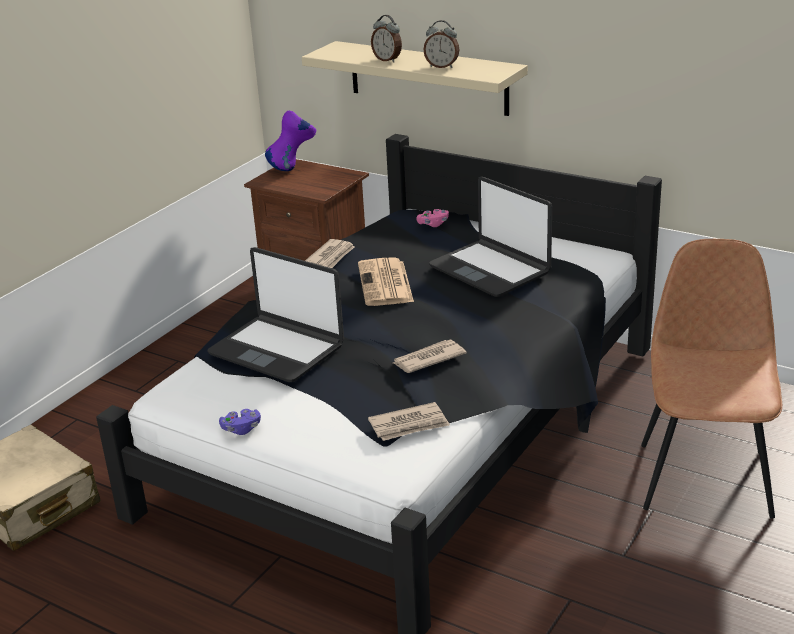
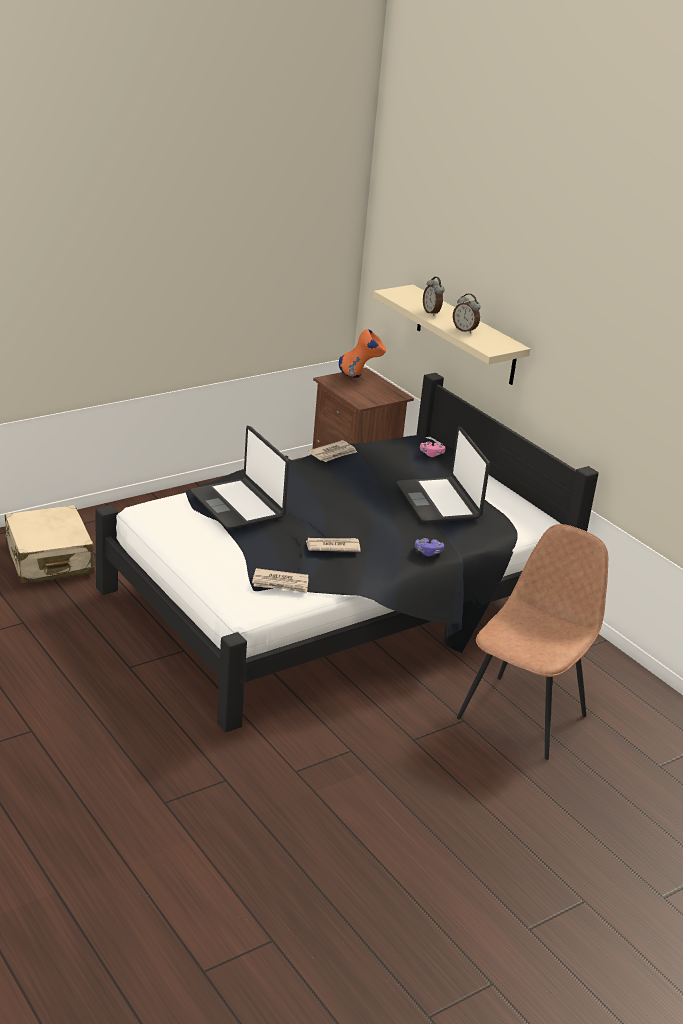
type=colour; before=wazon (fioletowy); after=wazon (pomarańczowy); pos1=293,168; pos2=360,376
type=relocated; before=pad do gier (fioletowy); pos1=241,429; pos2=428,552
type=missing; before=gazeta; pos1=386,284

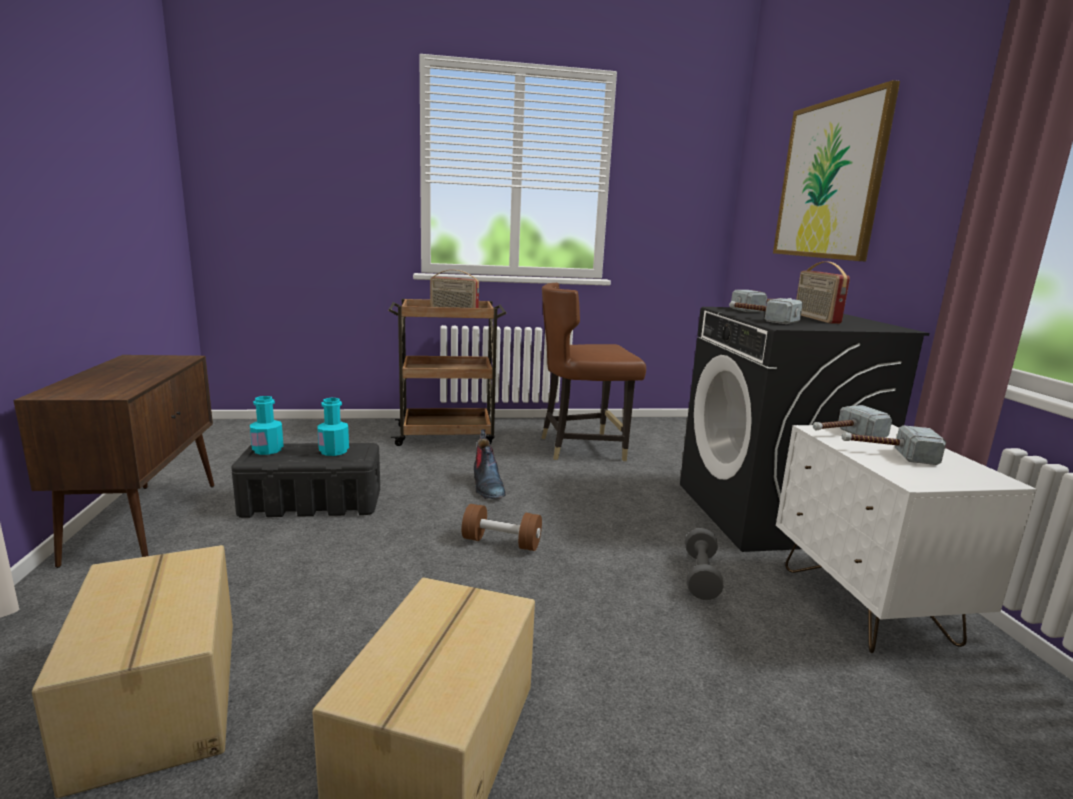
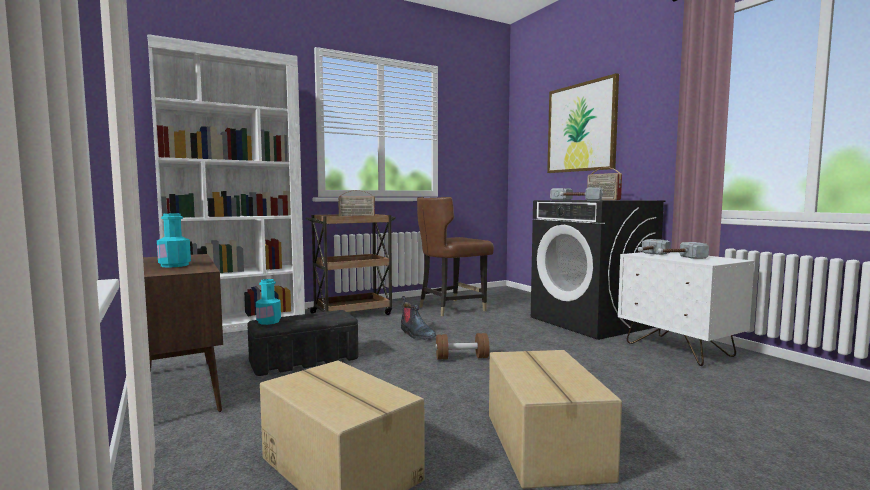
type=appeared; after=regał (biały); pos2=237,324
type=relocated; before=butelka (turkusowy); pos1=334,451; pos2=174,265
type=missing; before=hantel (szary); pos1=701,576

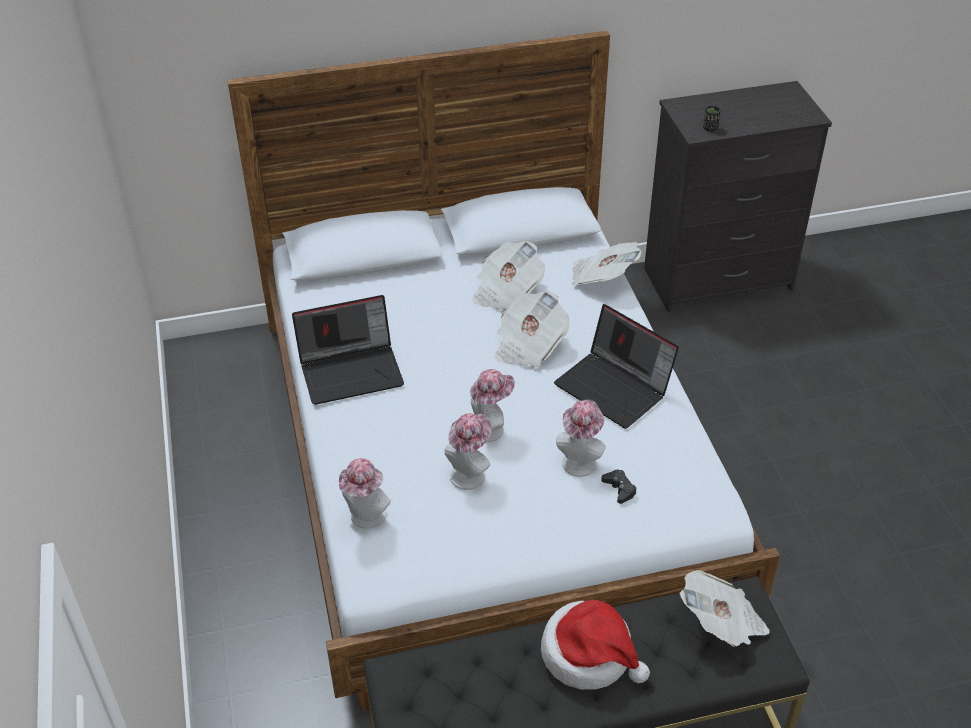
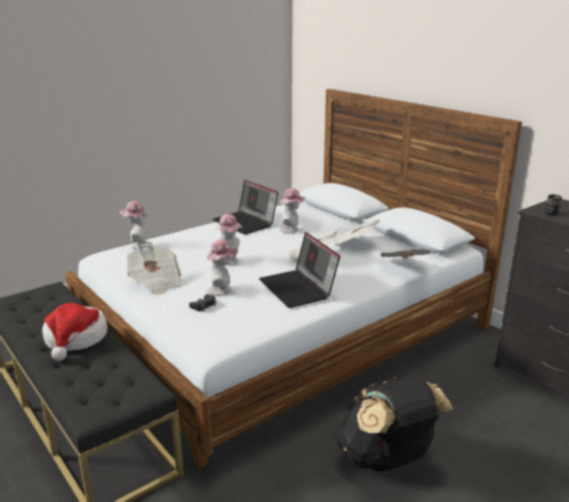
type=relocated; before=gazeta; pos1=722,624; pos2=155,283
type=spun; before=laptop; pos1=615,388; pos2=299,289; turn=-45
type=relocated; before=kapelusz; pos1=470,473; pos2=291,229
type=appeared; after=plecak (czarny); pos2=387,459

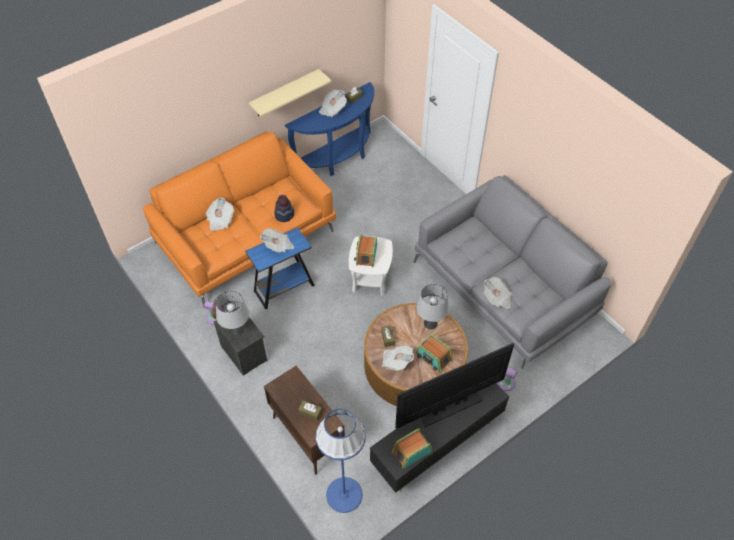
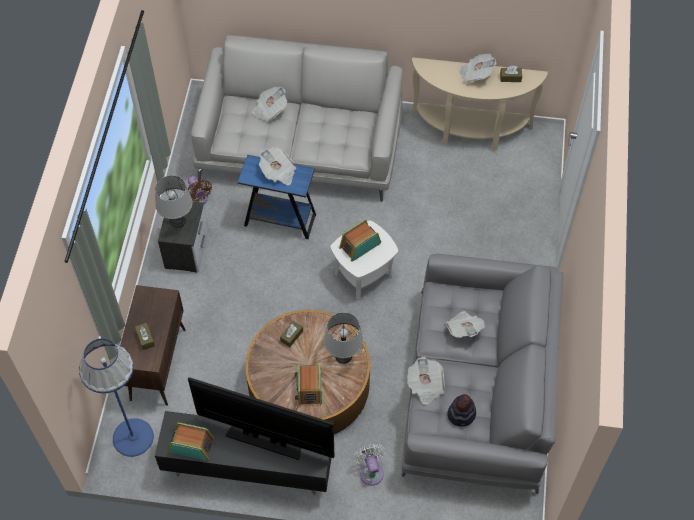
type=colour; before=kanapa (pomarańczowy); after=kanapa (szary); pos1=246,236; pos2=301,145
type=colour; before=stolik konsolowy (niebieski); after=stolik konsolowy (beżowy); pos1=338,158; pos2=470,132
type=relocated; before=gazeta; pos1=396,361; pos2=464,329
type=relocated; before=kapelusz; pos1=284,214; pos2=461,414
type=missing; before=półka (beżowy); pos1=285,93

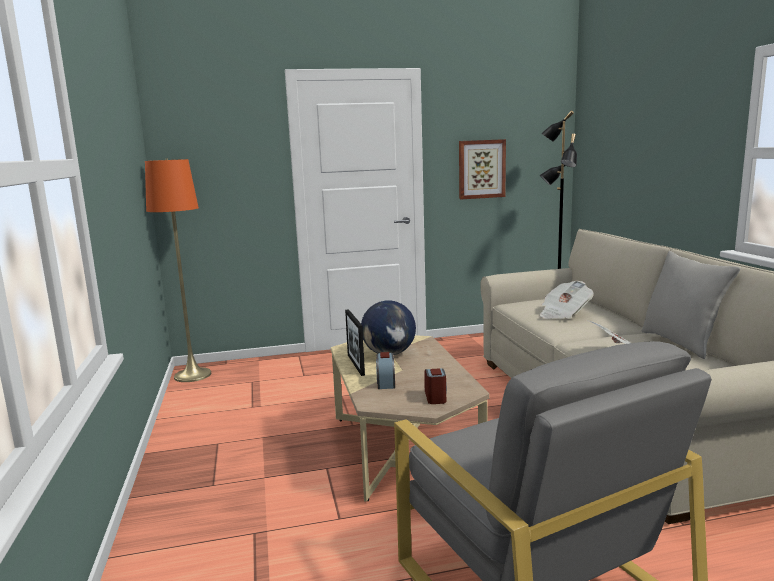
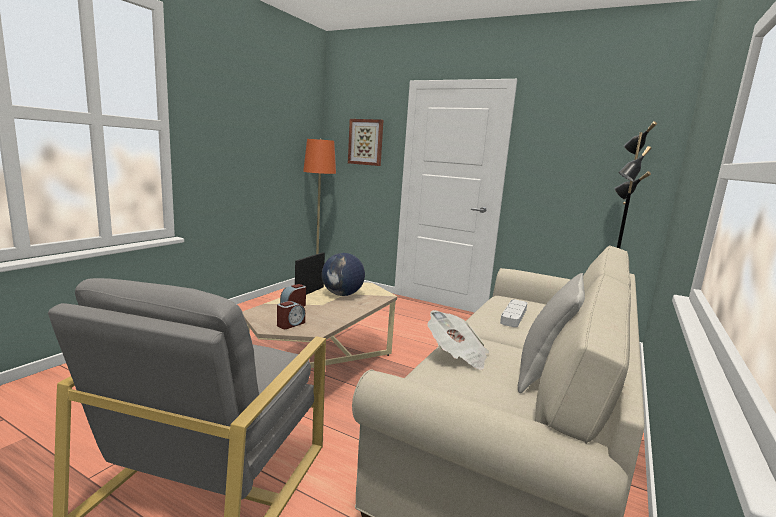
type=relocated; before=obraz; pos1=481,169; pos2=366,142
type=exchanged; before=gazeta; after=taca (szary); pos1=563,314; pos2=513,316

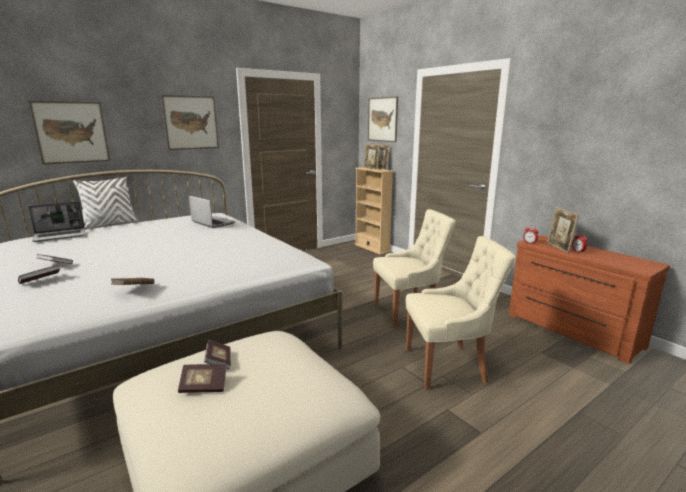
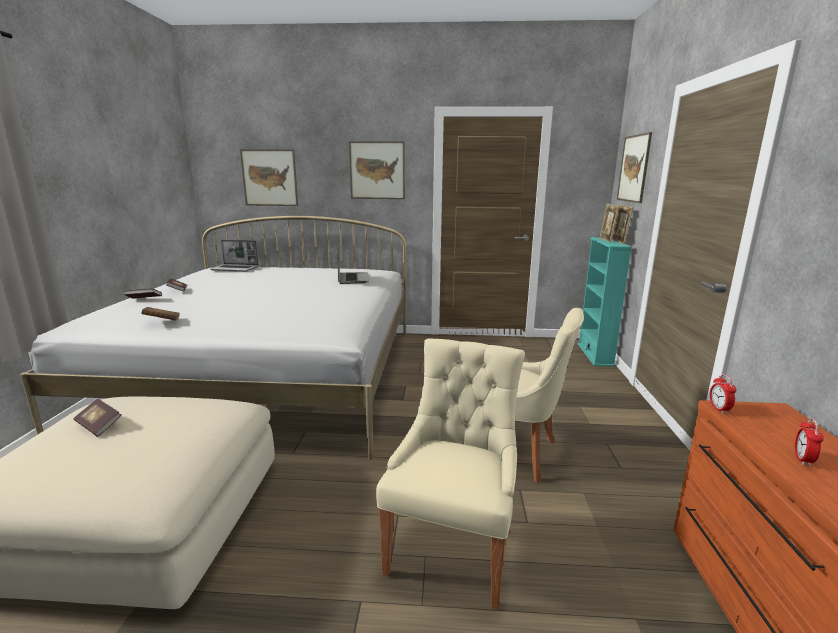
type=spun; before=krzesło (beżowy); pos1=448,365; pos2=453,548; turn=-105
type=colour; before=regał (beżowy); after=regał (turkusowy); pos1=372,248; pos2=595,355
type=missing; before=poduszka (biały); pos1=110,224
type=missing; before=książka; pos1=219,361
type=missing; before=ramka na zdjęcie; pos1=559,247

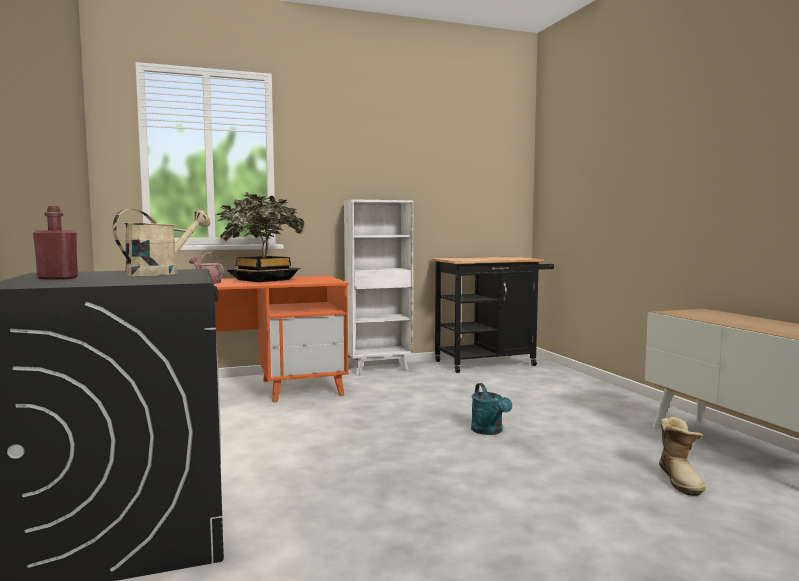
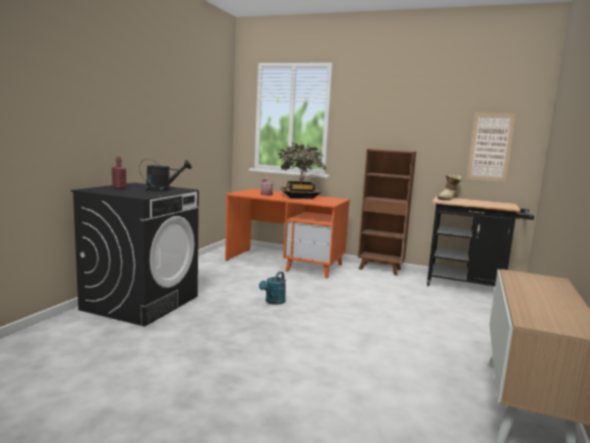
type=colour; before=konewka (beżowy); after=konewka (czarny); pos1=160,273; pos2=163,190
type=relocated; before=konewka (turkusowy); pos1=489,431; pos2=273,302
type=colour; before=regał (biały); after=regał (brązowy); pos1=379,369; pos2=380,269
type=relocated; before=but z cholewką; pos1=681,480; pos2=448,199
type=appeared; after=obraz; pos2=490,147

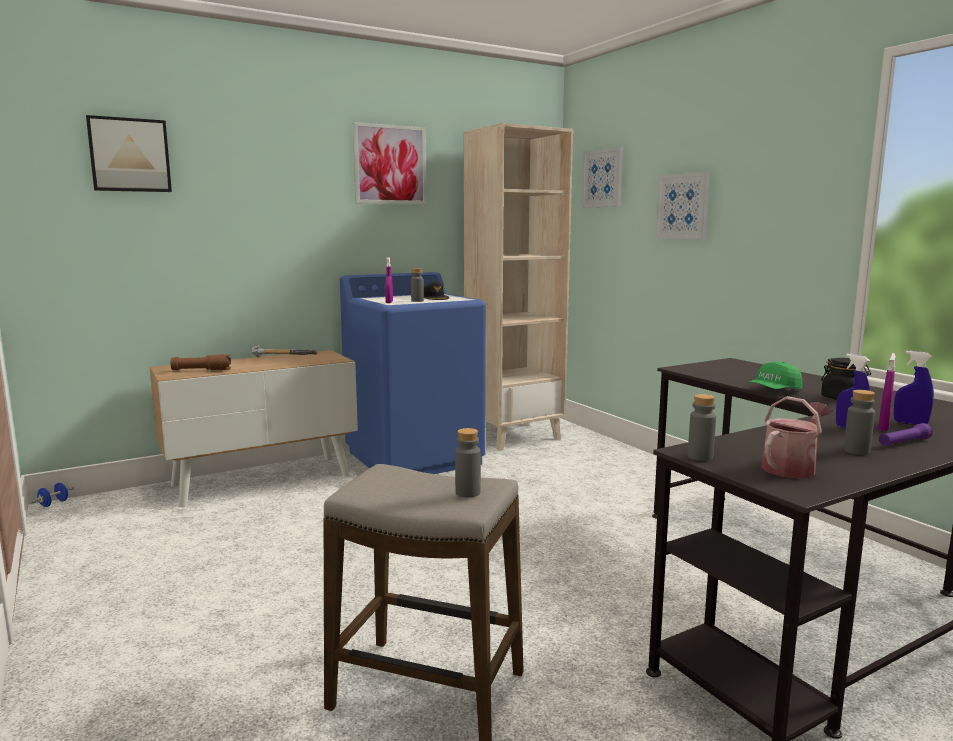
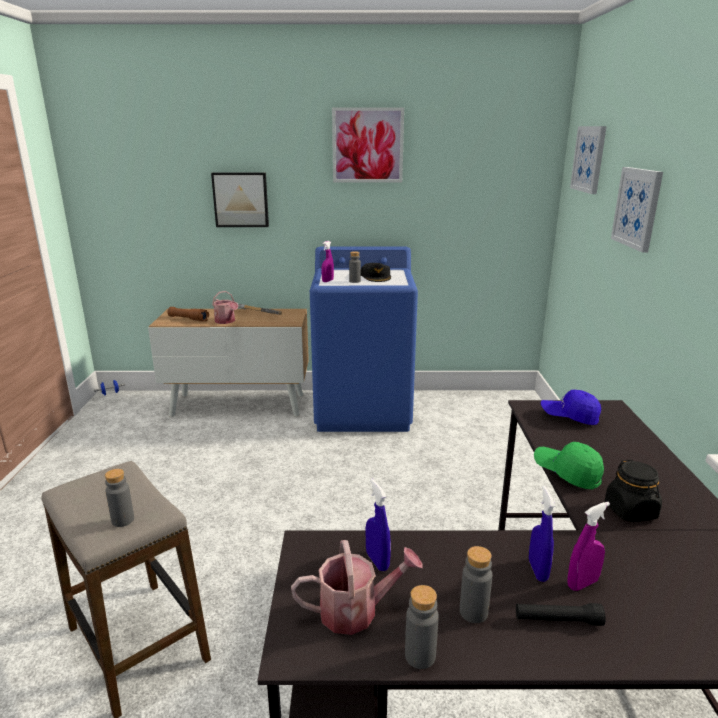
type=relocated; before=obraz; pos1=129,155; pos2=241,199
type=appeared; after=konewka; pos2=226,321
type=relocated; before=spryskiwacz (niebieski); pos1=910,423; pos2=377,561
type=relocated; before=butelka (szary); pos1=700,457; pos2=420,656
type=colour; before=latarka (fioletowy); after=latarka (czarny); pos1=903,443; pos2=558,620
type=spun; before=czapka z daszkiem (zielony); pos1=773,391; pos2=567,473; turn=45
type=appeared; after=czapka z daszkiem (niebieski); pos2=569,417
type=missing; before=regał (beżowy); pos1=514,436

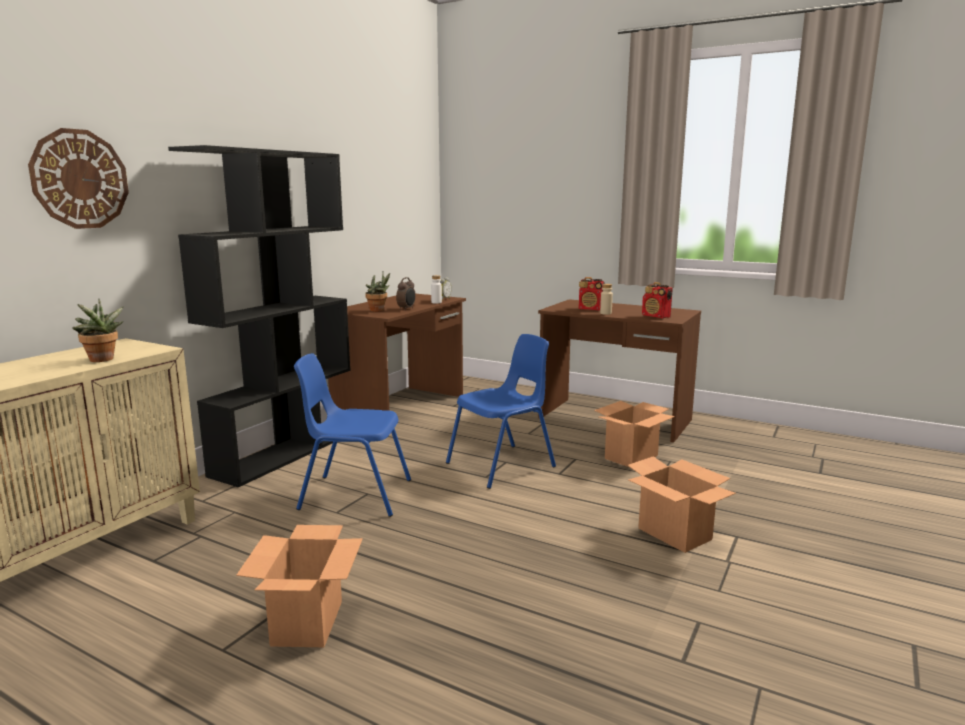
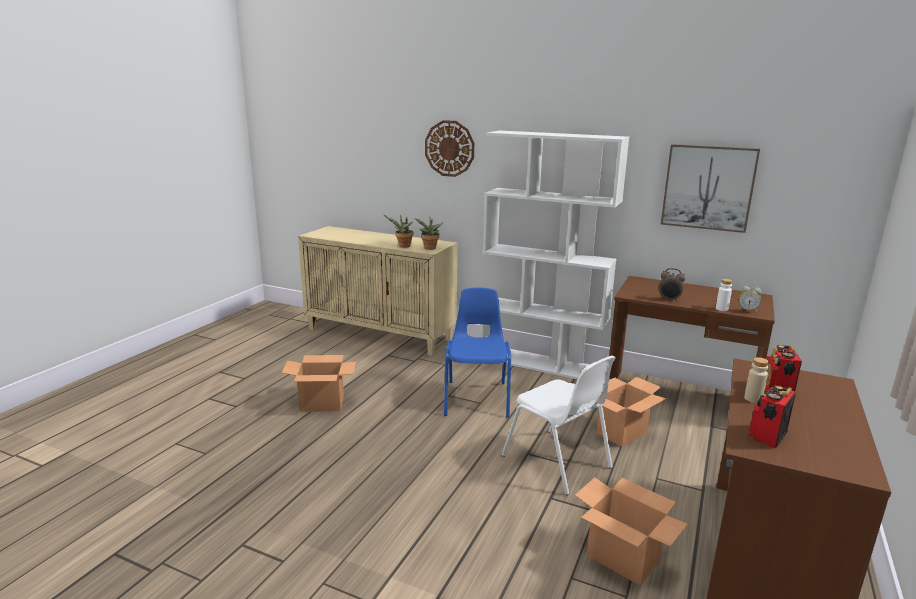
type=relocated; before=roślina doniczkowa; pos1=379,310; pos2=429,248
type=colour; before=regał (czarny); after=regał (biały); pos1=285,453; pos2=542,363
type=colour; before=krzesło (niebieski); after=krzesło (biały); pos1=503,465; pos2=557,462
type=relocated; before=karton; pos1=675,534; pos2=622,433
type=appeared; after=obraz; pos2=708,187

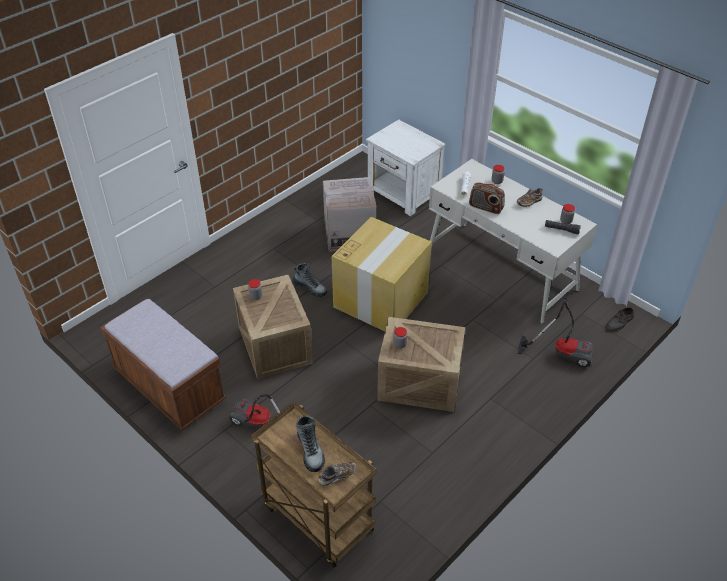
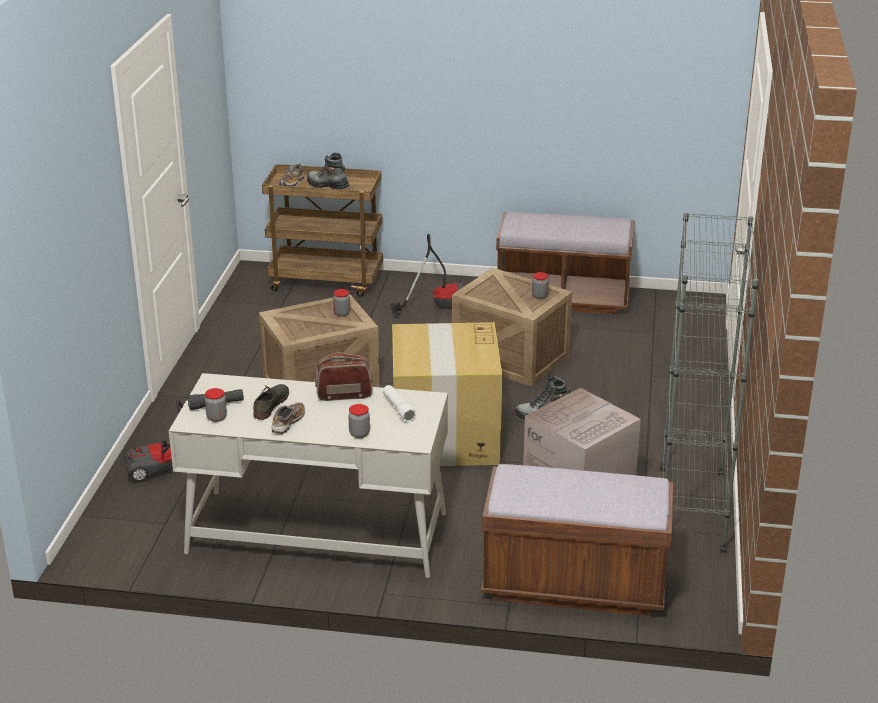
type=relocated; before=but (szary); pos1=619,323; pos2=270,404
type=exchanged; before=szafka nocna (biały); after=ławka (brązowy); pos1=404,194; pos2=574,584
type=appeared; after=regał (szary); pos2=691,508

